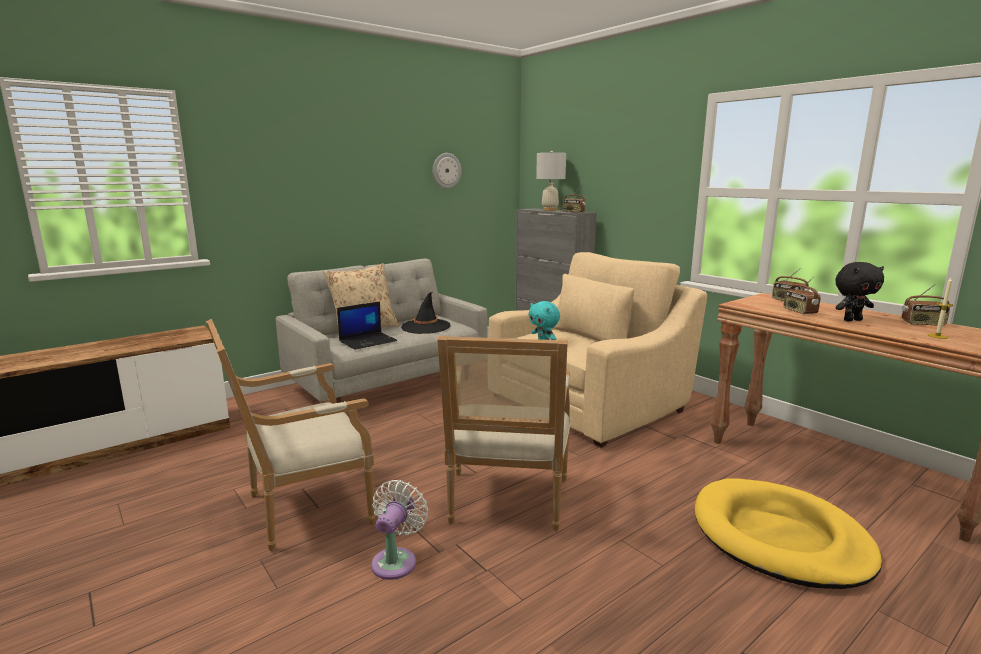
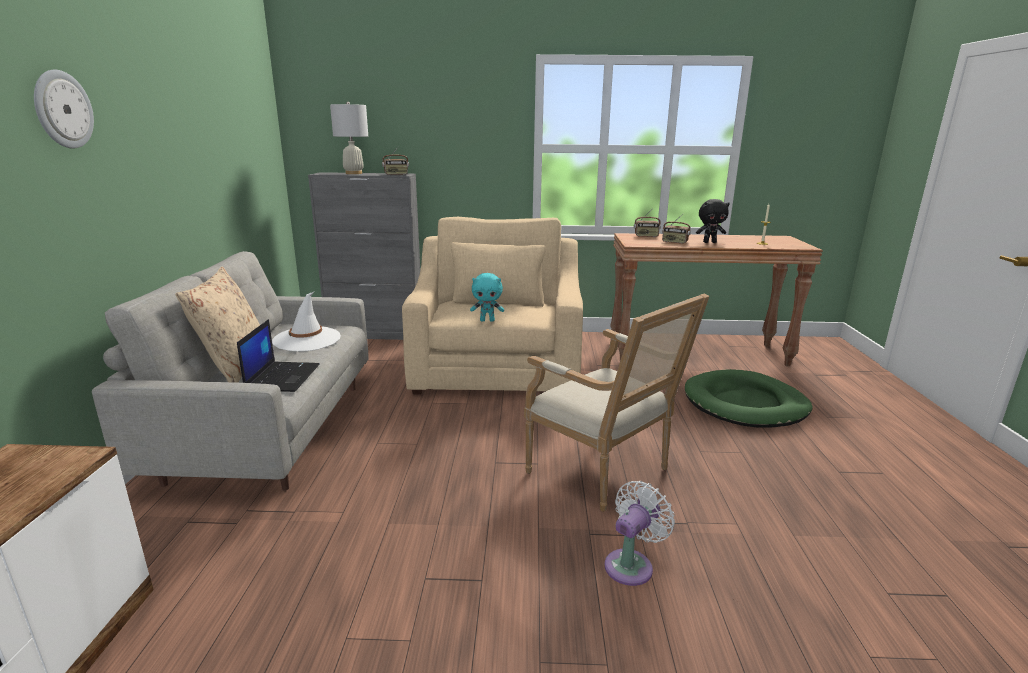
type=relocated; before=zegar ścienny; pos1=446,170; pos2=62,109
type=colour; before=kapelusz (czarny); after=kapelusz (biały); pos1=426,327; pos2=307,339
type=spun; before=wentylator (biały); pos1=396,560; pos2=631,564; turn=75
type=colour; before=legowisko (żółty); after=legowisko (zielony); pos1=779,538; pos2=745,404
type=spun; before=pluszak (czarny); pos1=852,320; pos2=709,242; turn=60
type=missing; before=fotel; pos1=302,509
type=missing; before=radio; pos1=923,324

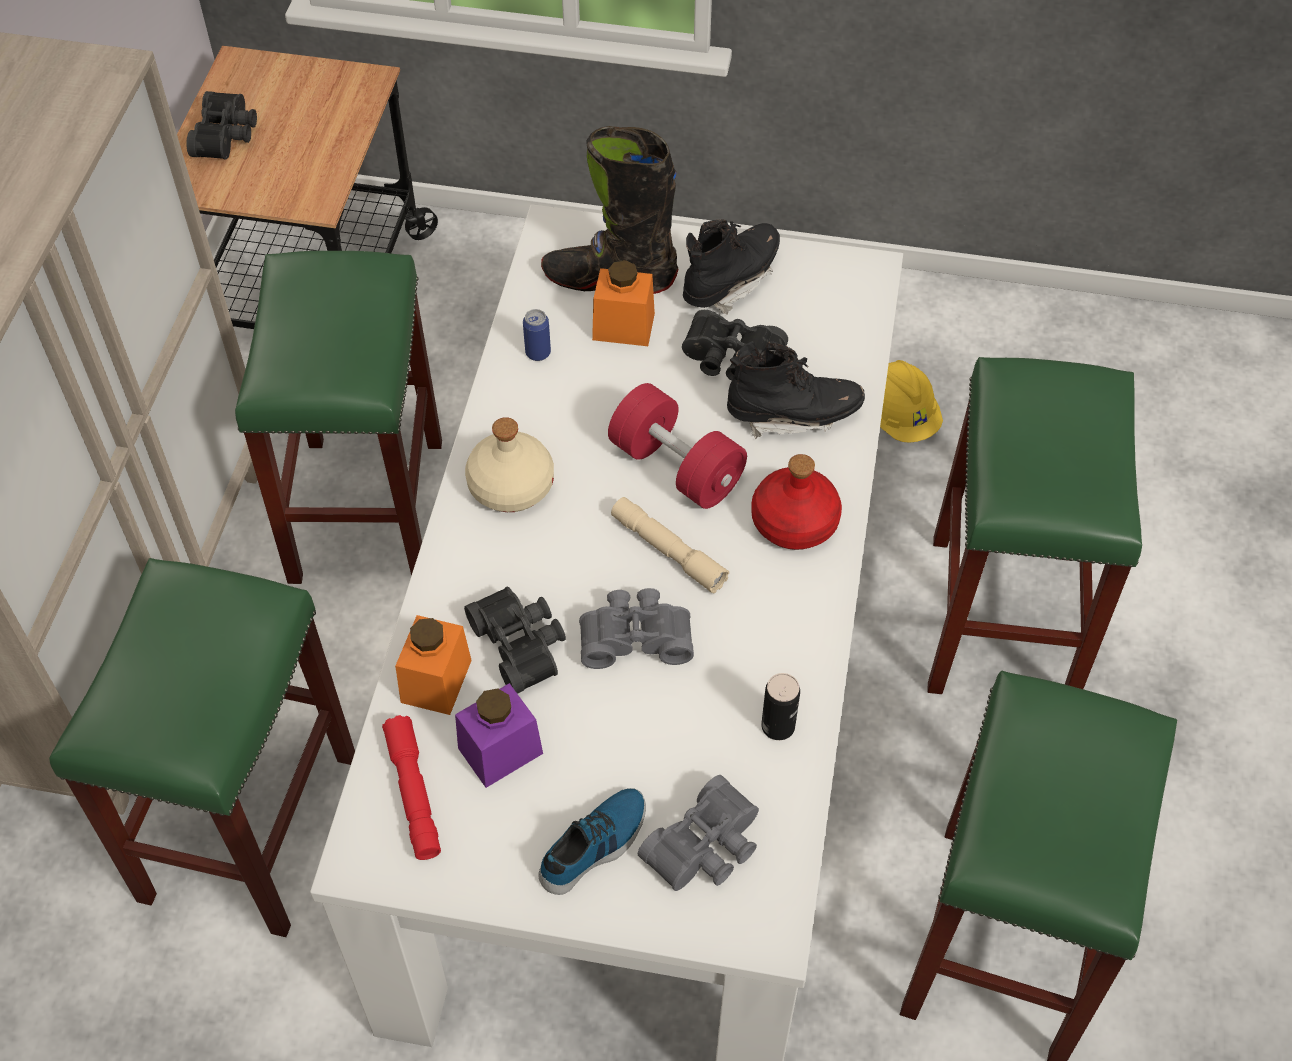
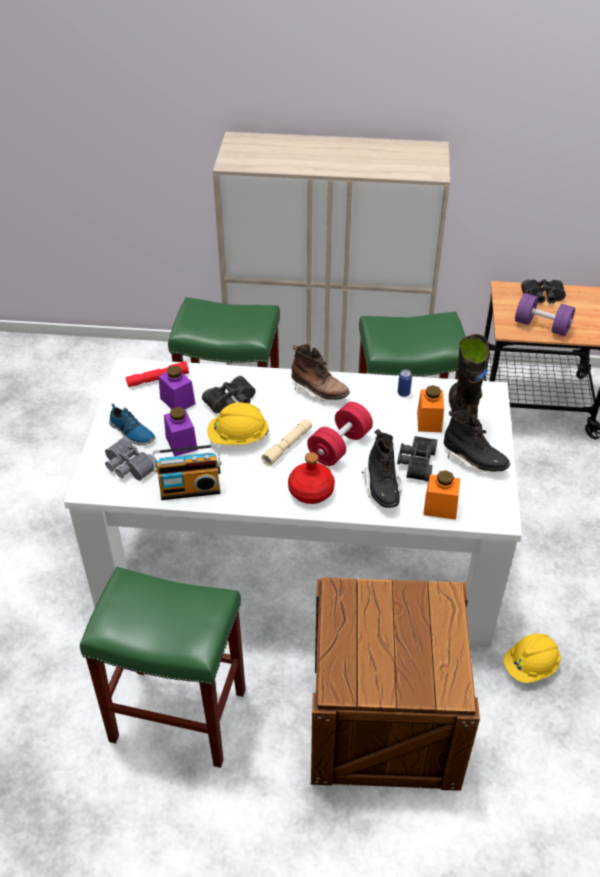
type=exchanged; before=puszka; after=radio; pos1=778,726; pos2=190,488
type=appeared; after=słoik (fioletowy); pos2=181,443
type=exchanged; before=lornetka (szary); after=kask (żółty); pos1=635,636; pos2=238,438
type=exchanged; before=butelka (beżowy); after=but z cholewką (brązowy); pos1=510,486; pos2=319,391
type=exchanged; before=stołek (zielony); after=skrzynka; pos1=1003,623; pos2=384,722
type=relocated; before=słoik (pomarańczowy); pos1=436,681; pos2=440,507
type=appeared; after=hantel (fioletowy); pos2=542,326

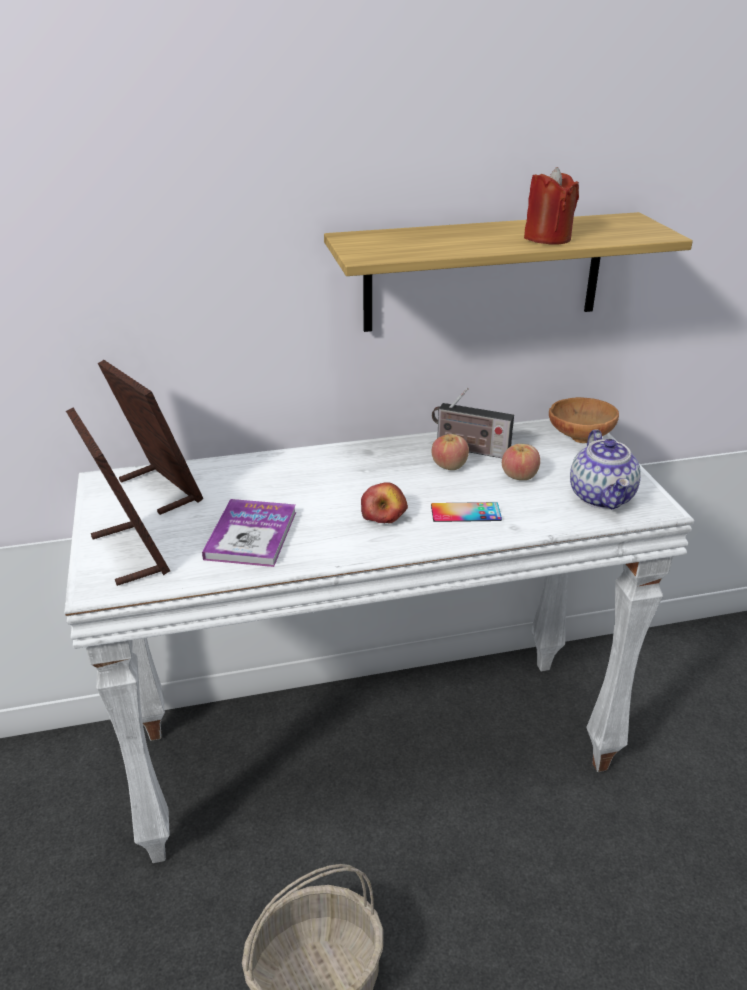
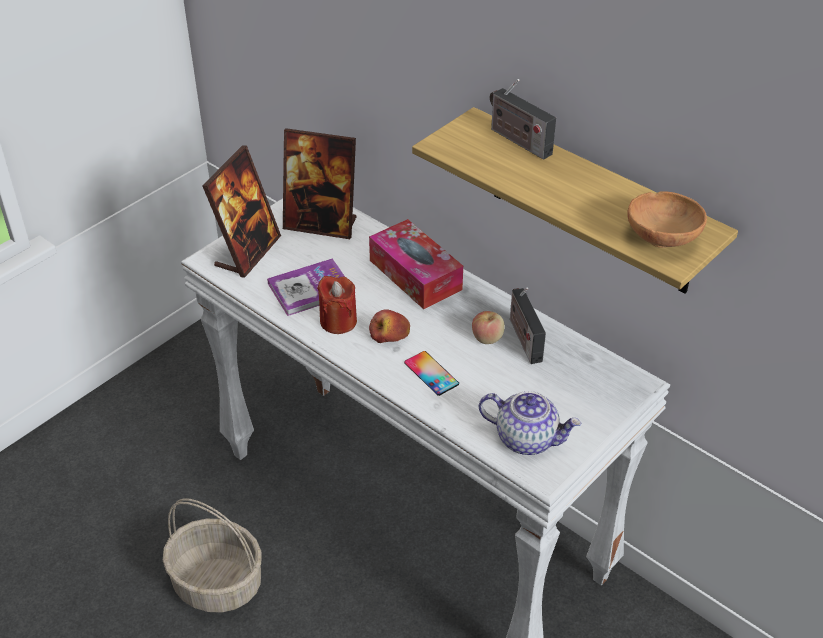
type=spun; before=ramka na zdjęcie; pos1=159,490; pos2=321,224; turn=90
type=relocated; before=świeca (czerwony); pos1=547,238; pos2=338,321
type=appeared; after=pudełko chusteczek; pos2=415,275
type=spun; before=imbryk; pos1=602,497; pos2=527,438; turn=-120
type=appeared; after=radio; pos2=517,140
type=relocated; before=miska (brązowy); pos1=579,436; pos2=663,238
type=missing; before=jabłko; pos1=519,476

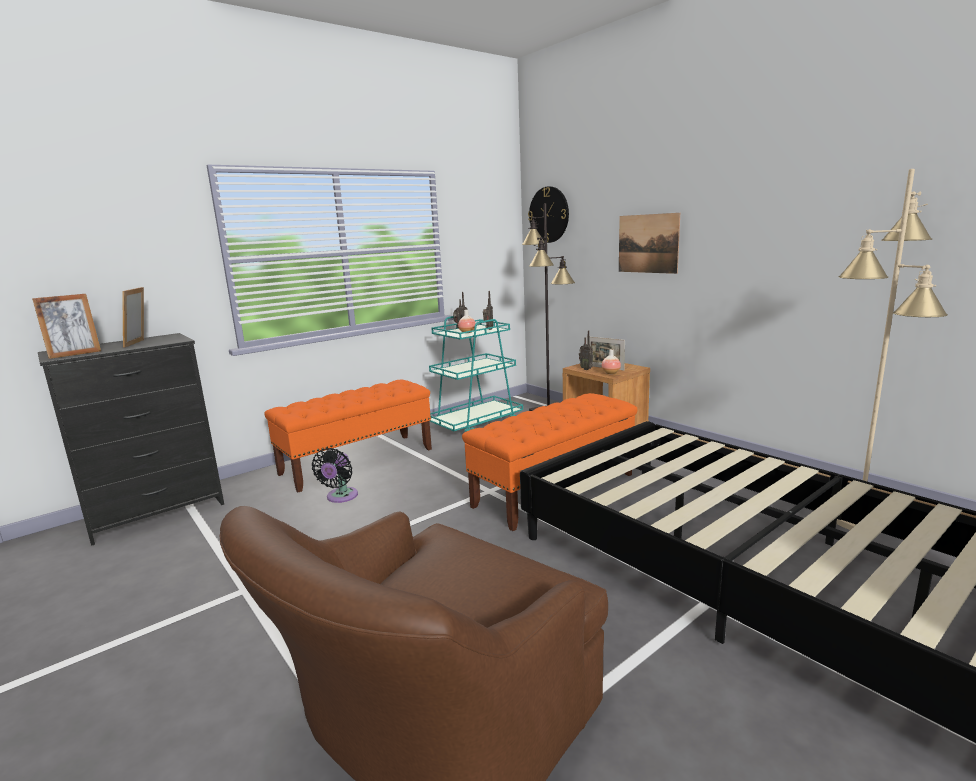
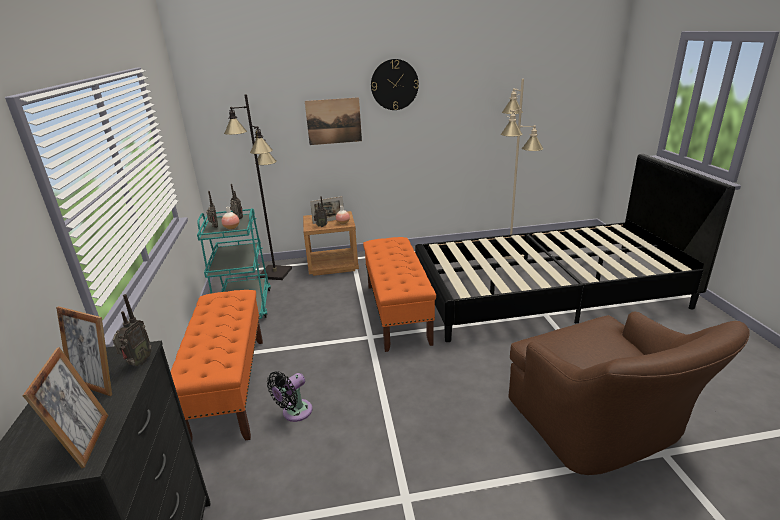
type=appeared; after=radio; pos2=137,363
type=spun; before=wentylator (czarny); pos1=340,497; pos2=294,412; turn=90
type=relocated; before=zegar ścienny; pos1=549,214; pos2=394,85

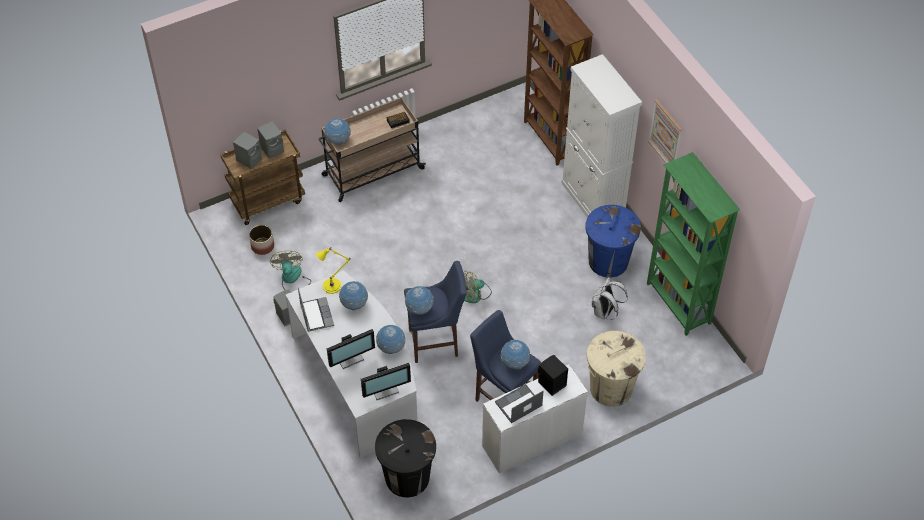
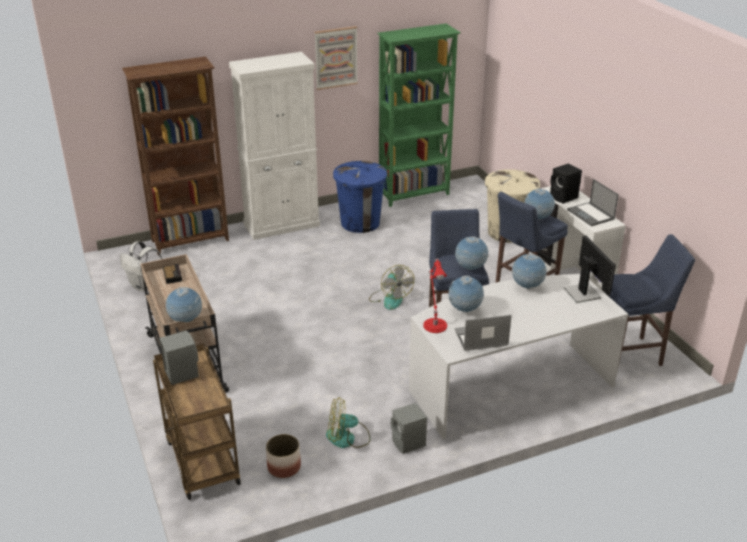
type=relocated; before=plecak (biały); pos1=605,312; pos2=144,286
type=colour; before=lampa stołowa (żółty); after=lampa stołowa (czerwony); pos1=333,285; pos2=434,324
type=exchanged; before=kosz na śmieci (czarny); after=stołek (niebieski); pos1=407,478; pos2=632,354
type=missing; before=głośnik (szary); pos1=250,159
type=missing; before=monitor; pos1=349,357

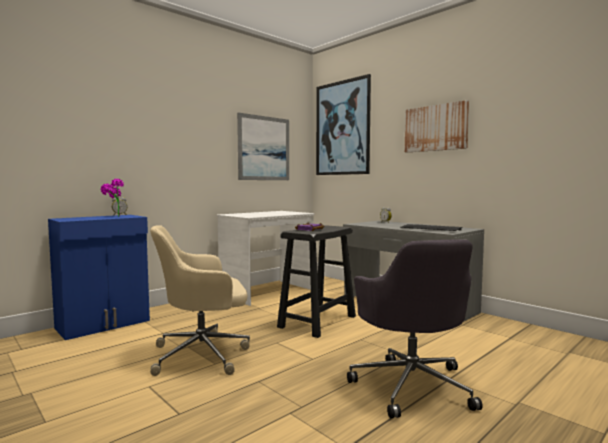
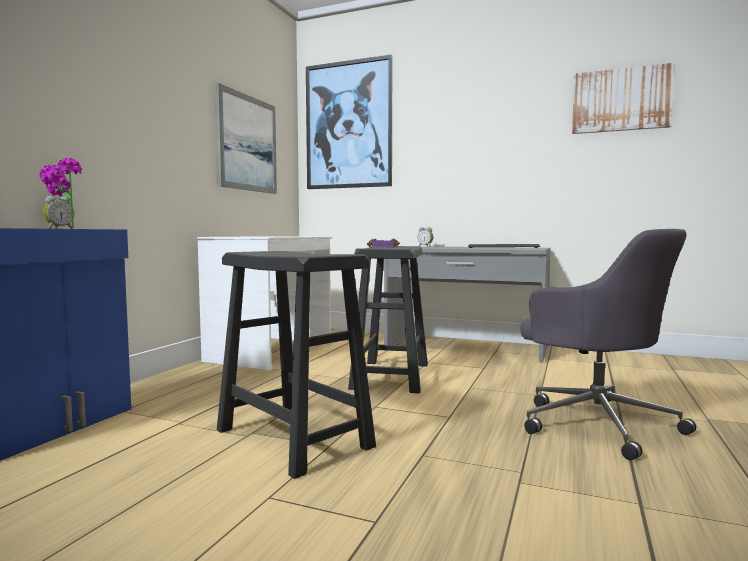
type=exchanged; before=krzesło biurowe (beżowy); after=stołek (czarny); pos1=203,354; pos2=292,438
type=relocated; before=obraz; pos1=435,128; pos2=621,100

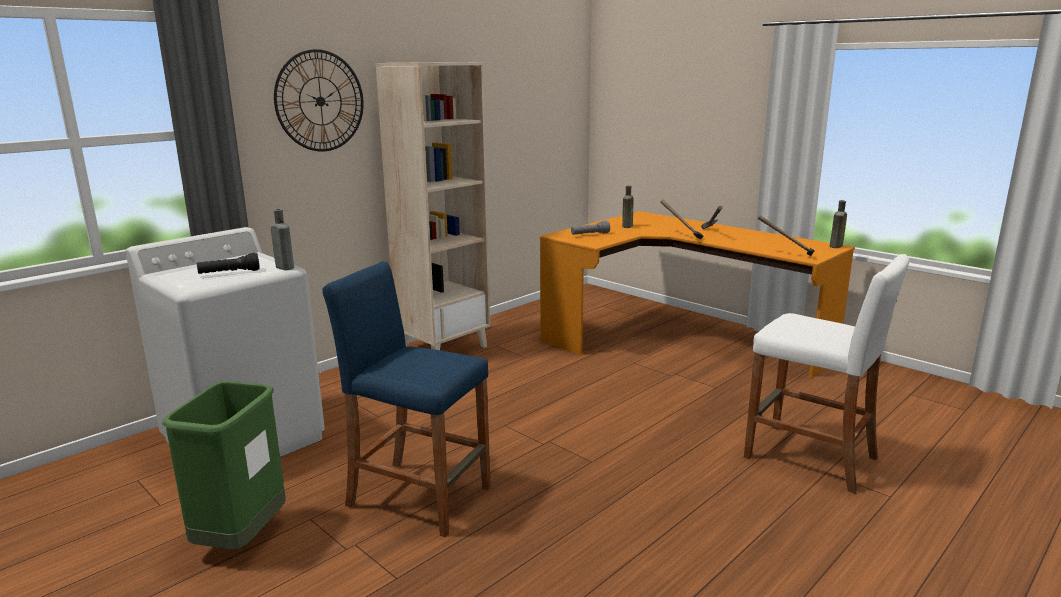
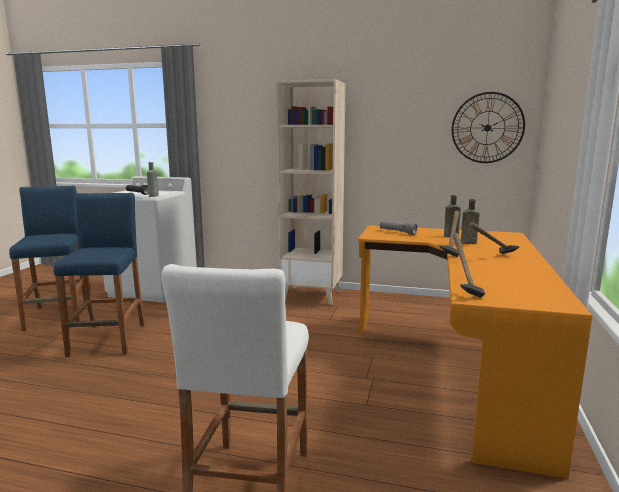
type=exchanged; before=kosz na śmieci (zielony); after=stołek (niebieski); pos1=242,539; pos2=58,316
type=relocated; before=zegar ścienny; pos1=320,101; pos2=487,128
type=relocated; before=butelka (brązowy); pos1=835,246; pos2=467,243

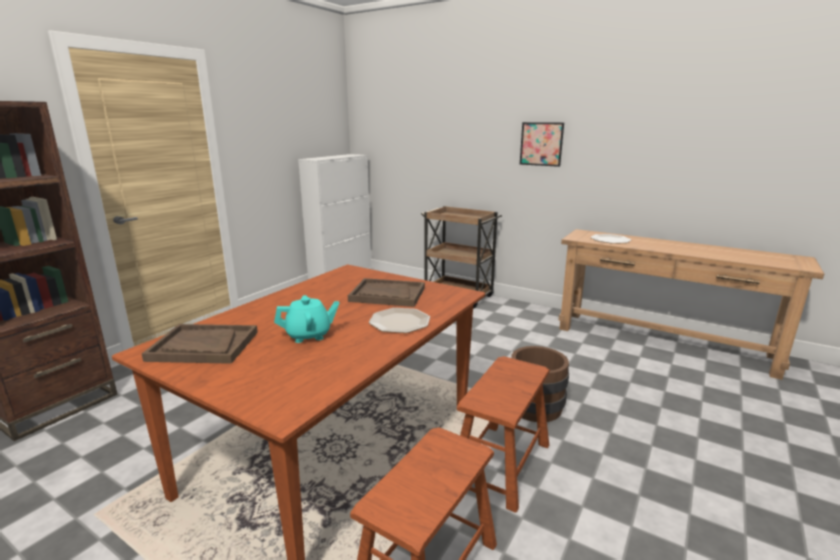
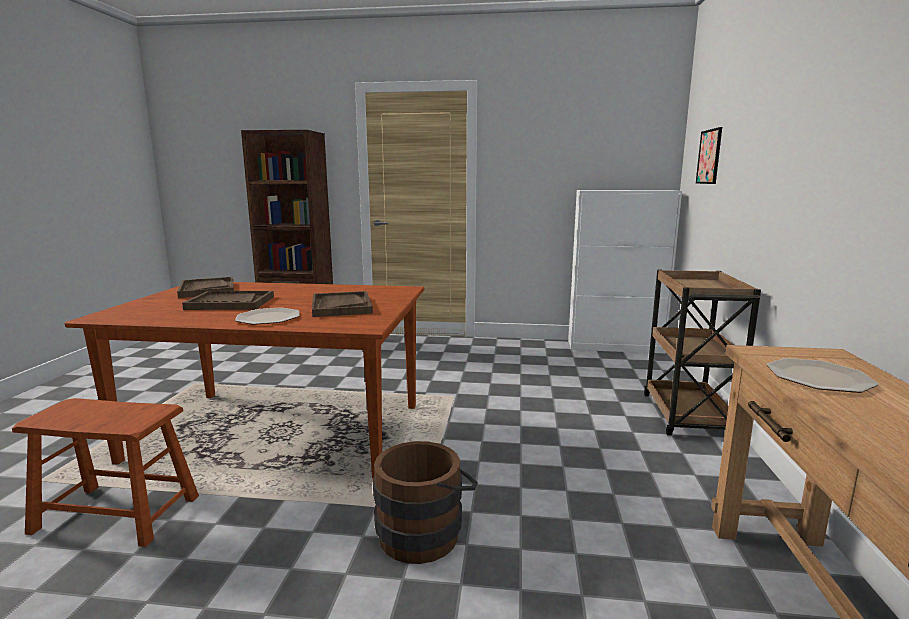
type=exchanged; before=imbryk (turkusowy); after=taca (brązowy); pos1=309,335; pos2=230,303
type=relocated; before=obraz; pos1=541,144; pos2=709,156
type=missing; before=stołek (brązowy); pos1=501,463

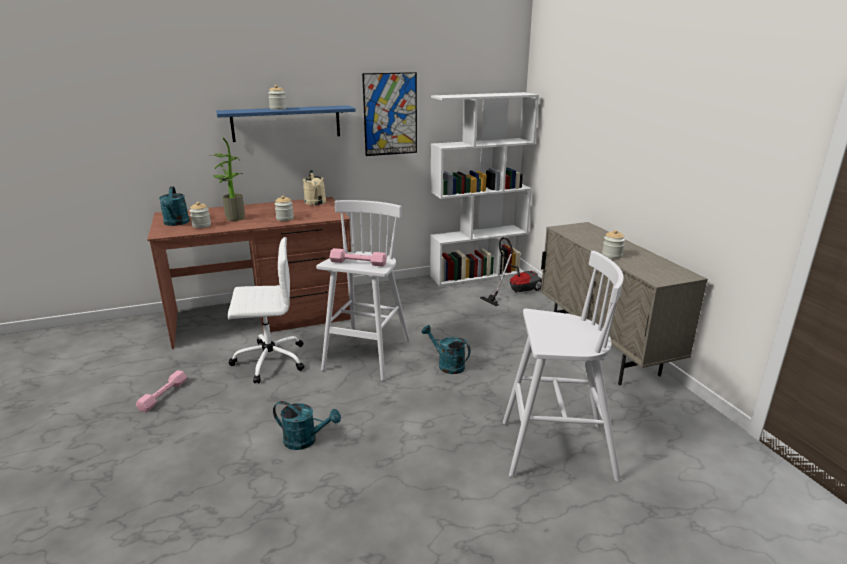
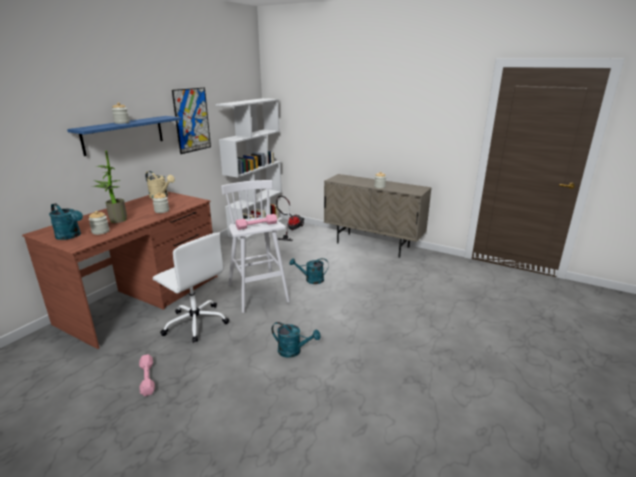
type=spun; before=krzesło biurowe (biały); pos1=268,360; pos2=195,322; turn=90
type=spun; before=konewka (turkusowy); pos1=306,440; pos2=293,351; turn=45
type=missing; before=stołek (biały); pos1=554,450

